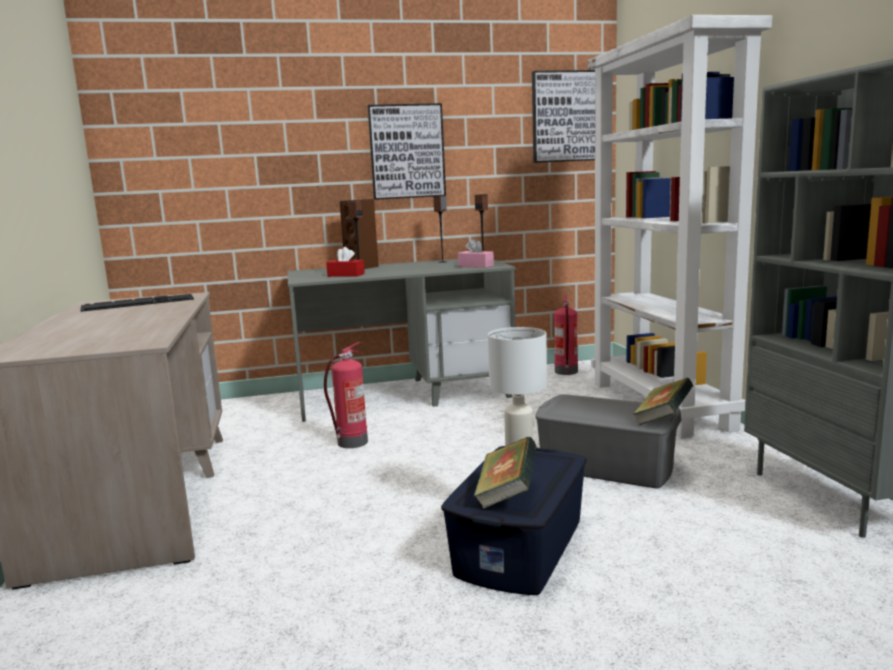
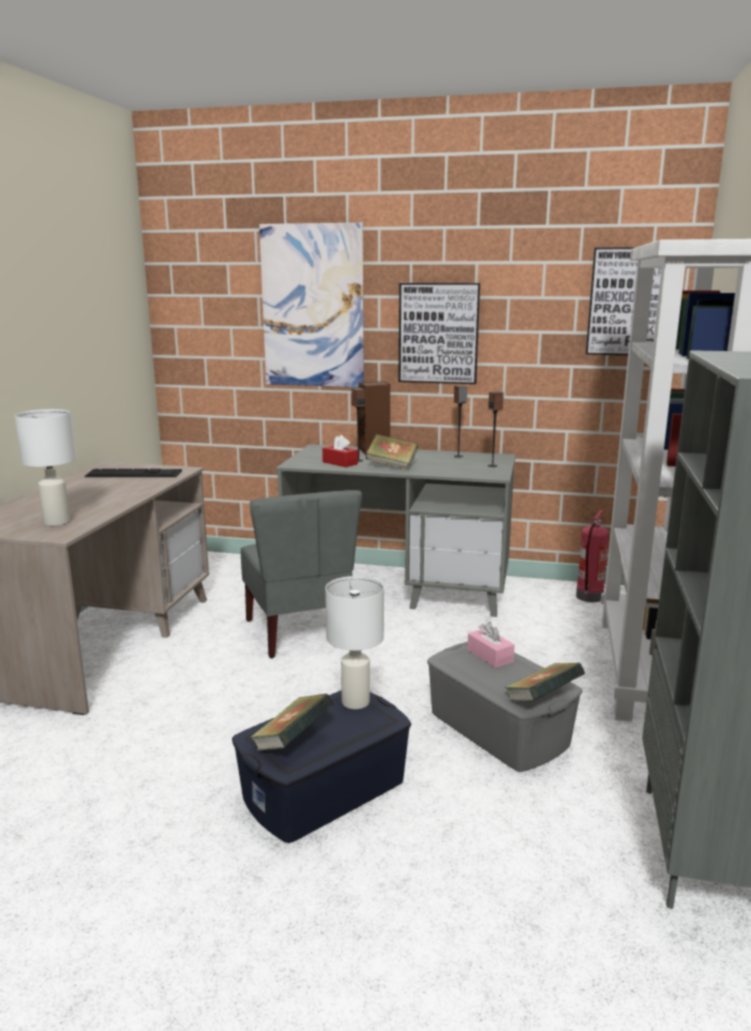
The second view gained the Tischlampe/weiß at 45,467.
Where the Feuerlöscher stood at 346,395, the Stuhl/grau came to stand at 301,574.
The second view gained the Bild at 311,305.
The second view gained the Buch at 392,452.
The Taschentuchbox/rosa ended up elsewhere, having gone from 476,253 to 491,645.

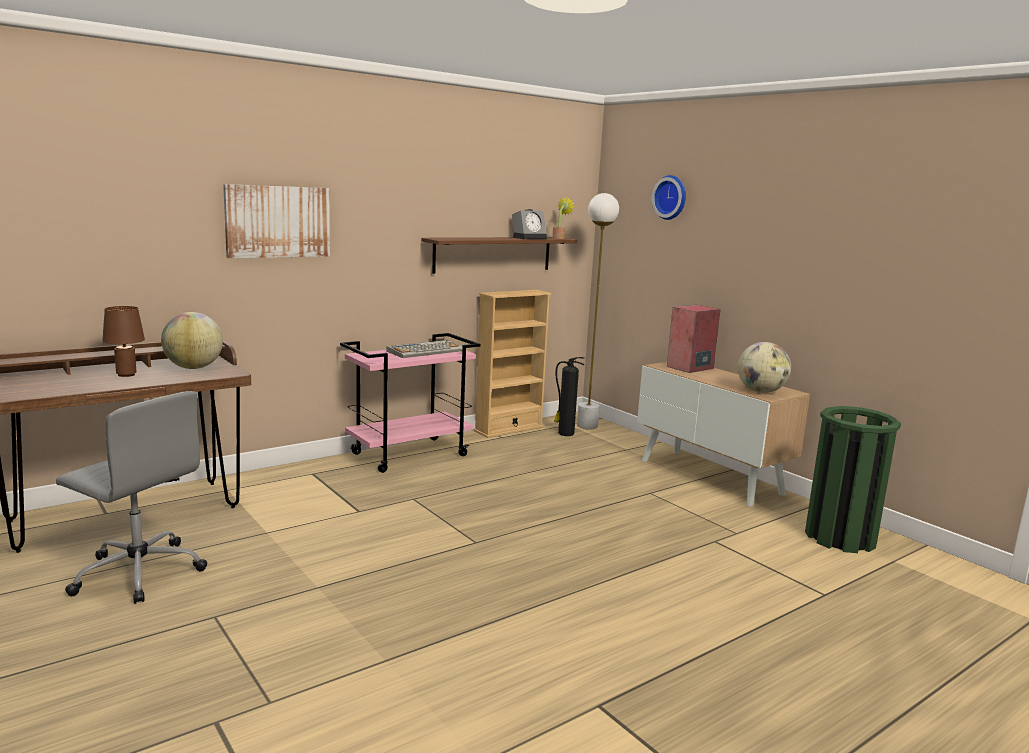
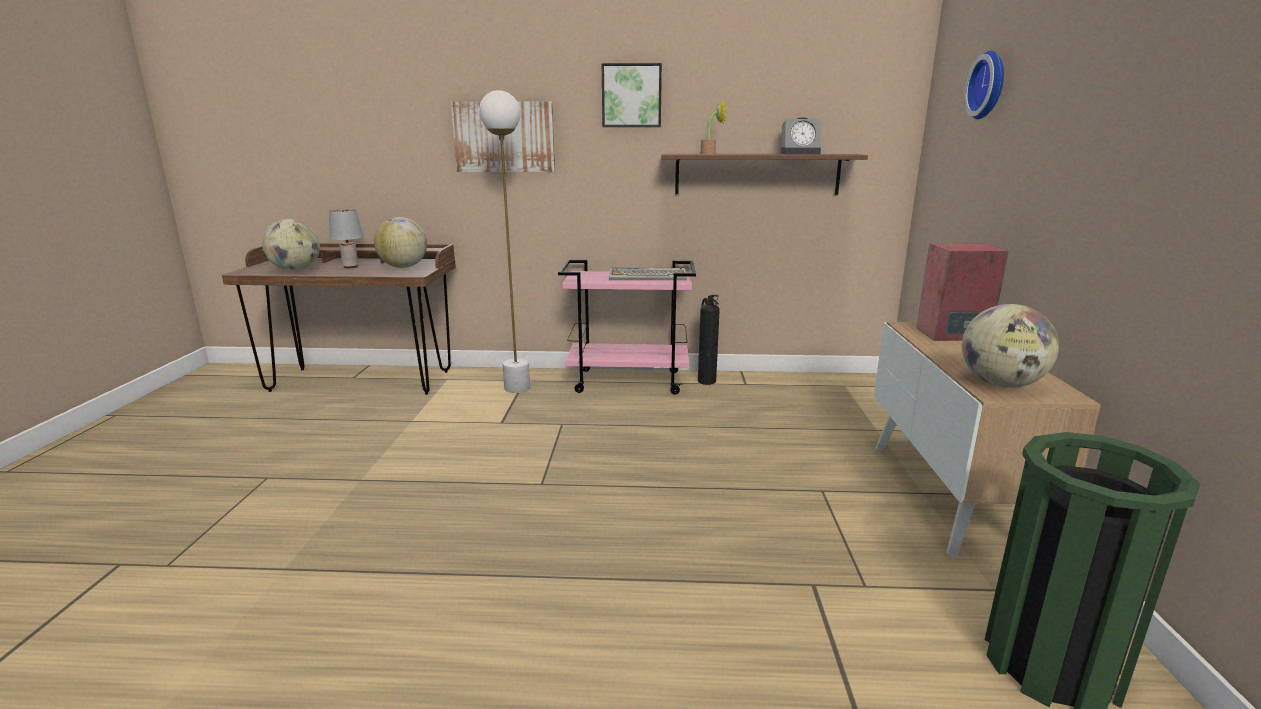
The second view gained the Globus at 291,245.
What was the Tischlampe/braun at 123,341 turned into the Tischlampe/grau at 346,238.
The Stehlampe/weiß ended up elsewhere, having gone from 598,311 to 504,241.
The second view gained the Bild at 632,95.
The Feuerlöscher ended up elsewhere, having gone from 569,396 to 709,340.
The Topfpflanze ended up elsewhere, having gone from 563,218 to 713,127.
The second view lost the Bürostuhl/grau at 131,497.
The second view lost the Bücherregal/beige at 513,364.

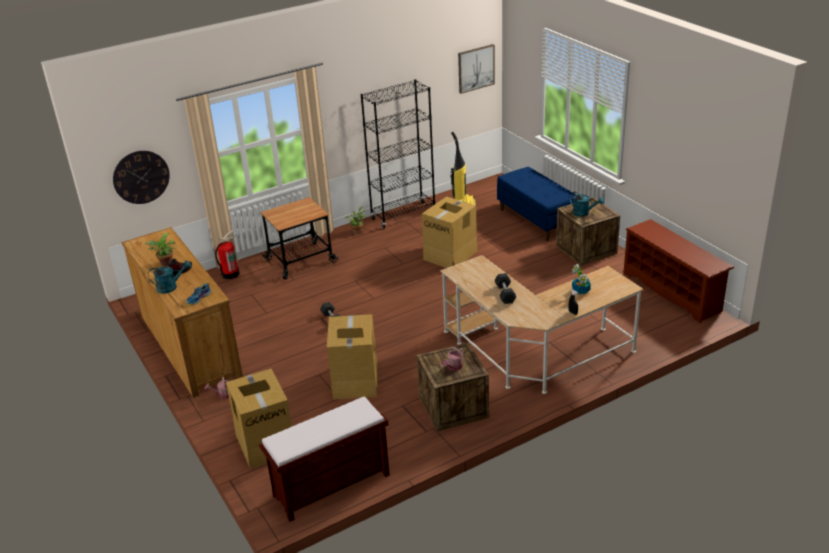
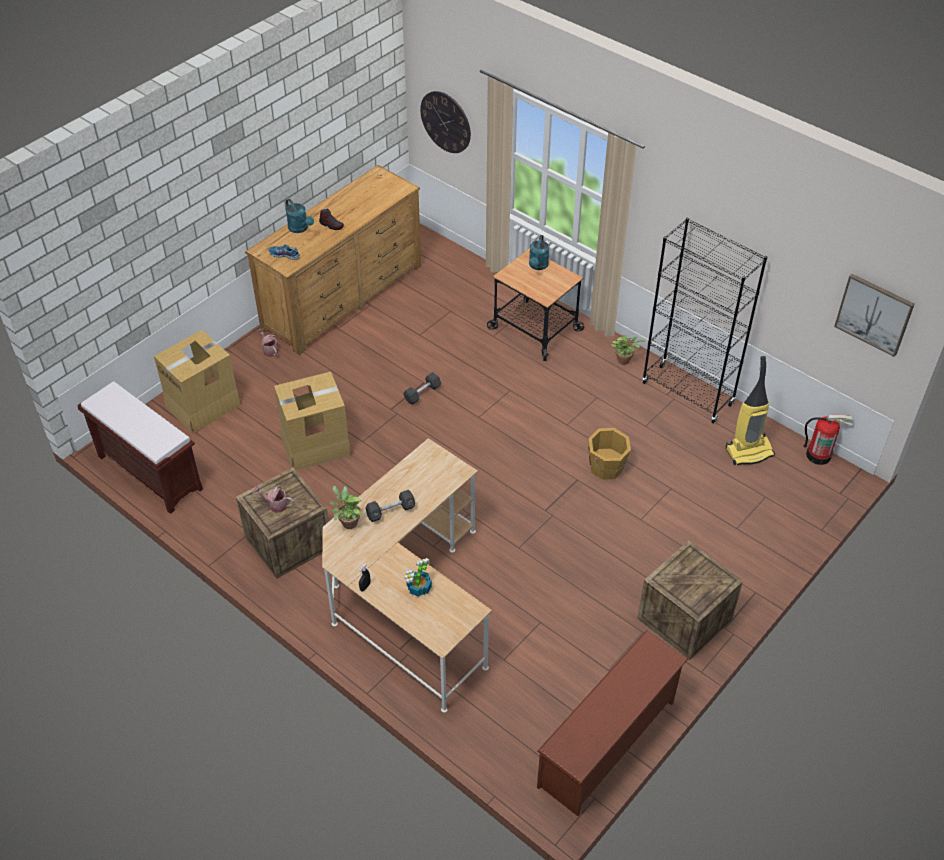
The Topfpflanze ended up elsewhere, having gone from 159,249 to 346,507.
The Gießkanne/türkis ended up elsewhere, having gone from 586,204 to 539,252.
Where the Karton stood at 450,232, the Eimer/orange came to stand at 609,454.
The Feuerlöscher ended up elsewhere, having gone from 227,254 to 828,439.
The second view lost the Bank/blau at 536,204.

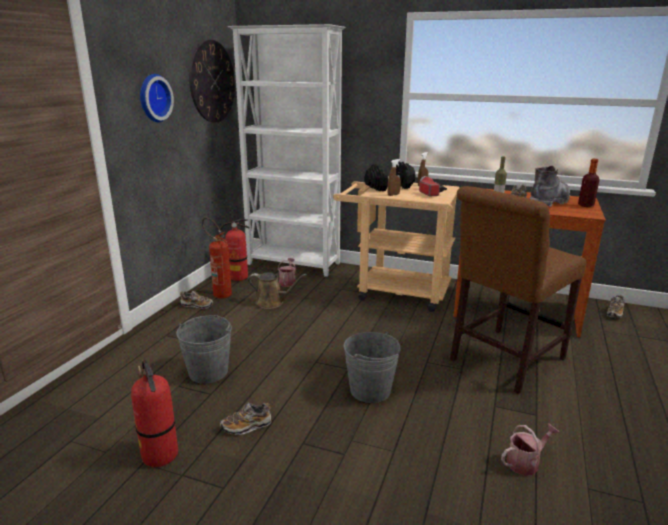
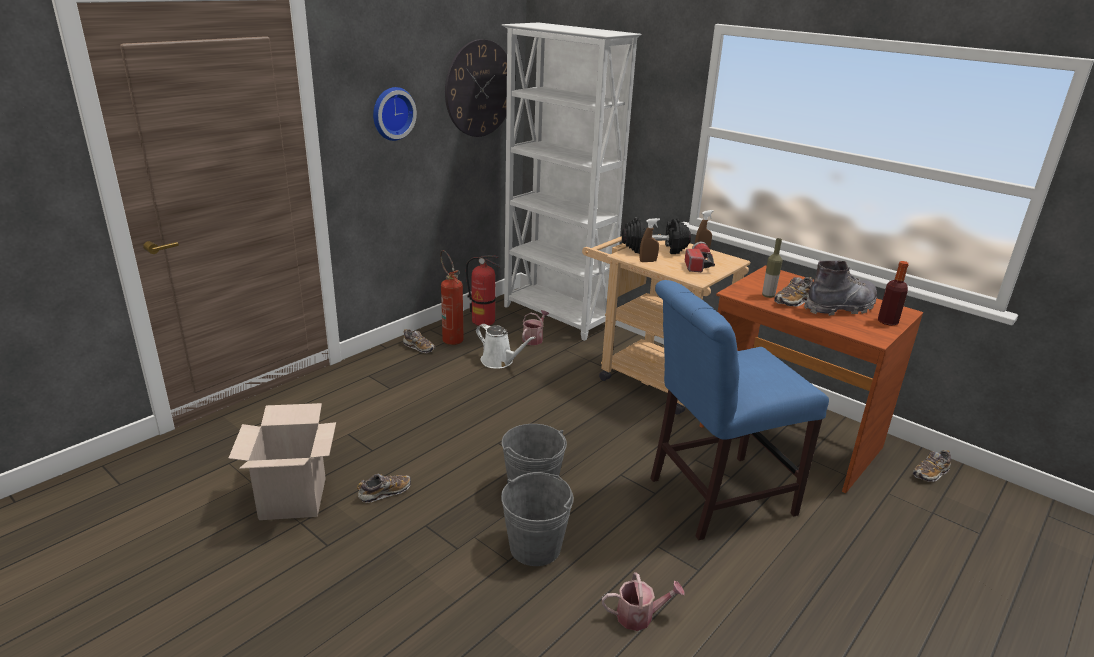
Where the Feuerlöscher stood at 154,413, the Karton came to stand at 282,461.
The Schuh at 245,419 ended up facing another way, 150 degrees clockwise from before.
What was the Gießkanne/braun at 277,290 turned into the Gießkanne/weiß at 506,346.
The Eimer/grau ended up elsewhere, having gone from 204,349 to 537,519.
What was the Stuhl/braun at 518,290 turned into the Stuhl/blau at 739,410.

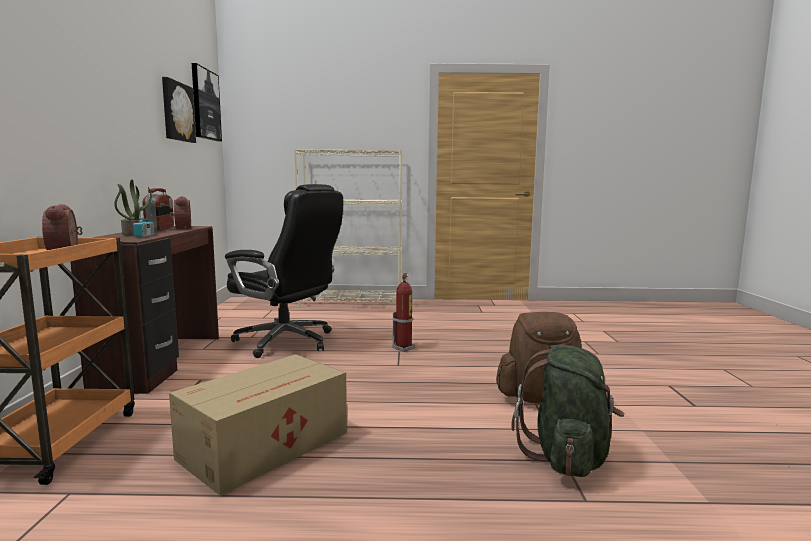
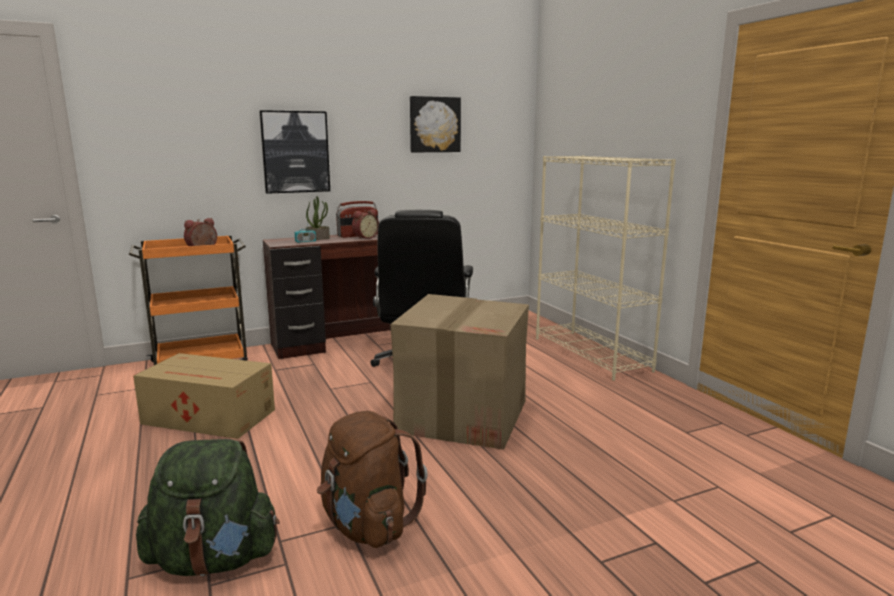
The Bild ended up elsewhere, having gone from 207,102 to 294,152.
Where the Feuerlöscher stood at 404,312, the Karton came to stand at 460,372.

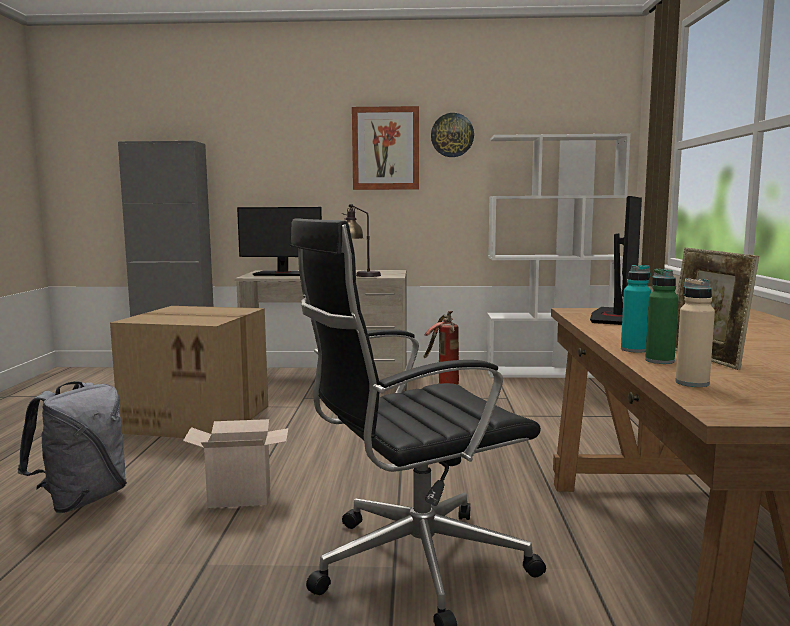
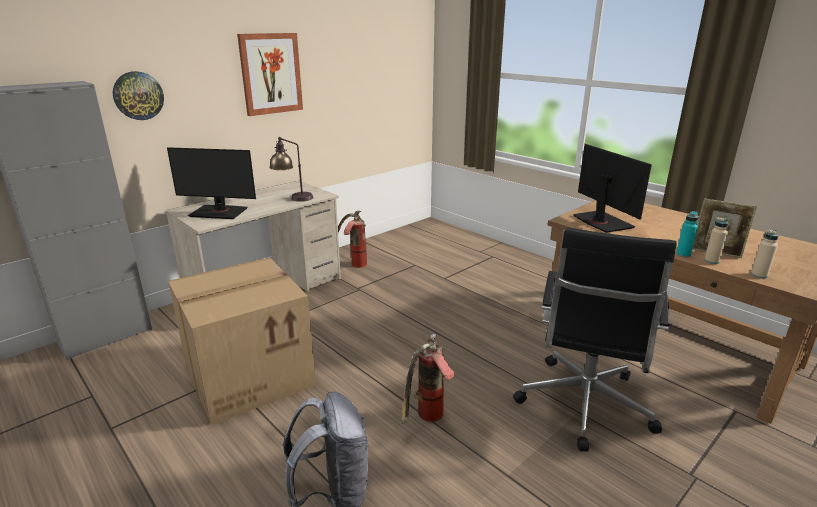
The Wanduhr ended up elsewhere, having gone from 452,135 to 138,95.
The Monitor at 279,241 ended up facing another way, 45 degrees clockwise from before.
Where the Karton stood at 236,463, the Feuerlöscher came to stand at 428,378.
What was the Flasche/grün at 662,316 turned into the Flasche/beige at 716,240.
The second view lost the Bücherregal/weiß at 559,256.

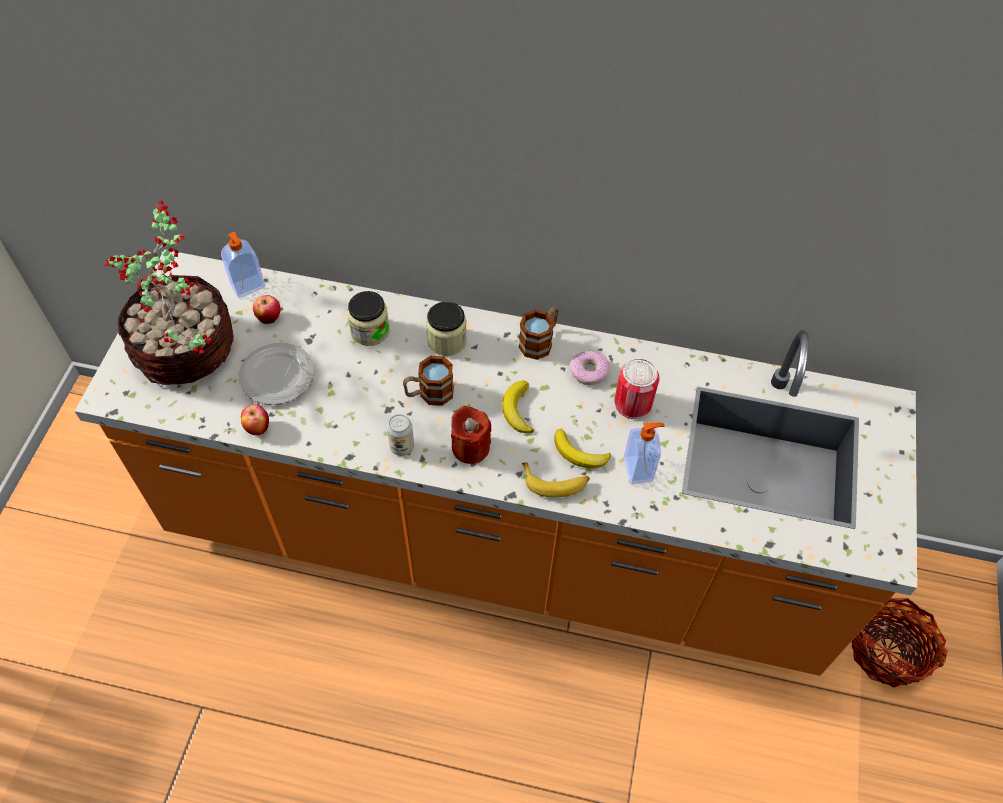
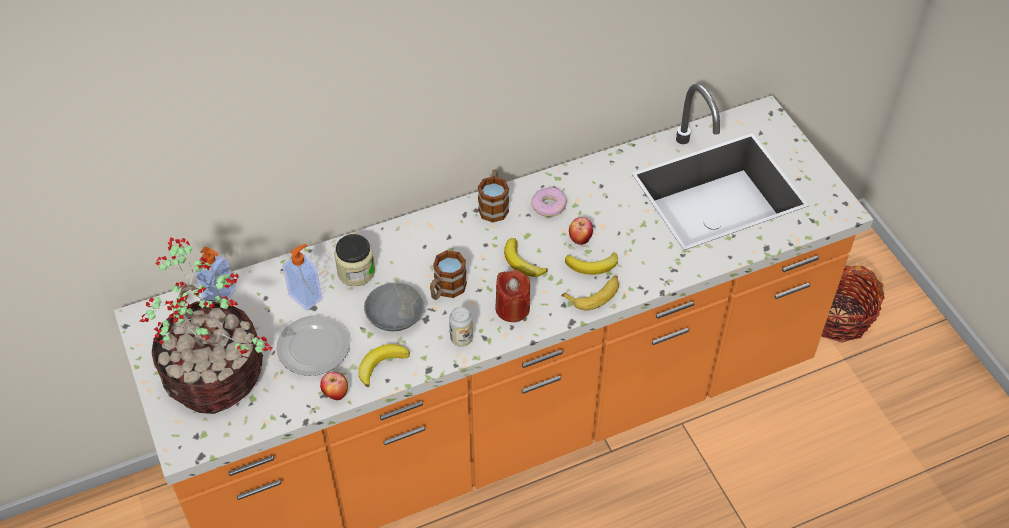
The Seifenspender ended up elsewhere, having gone from 644,453 to 303,277.
The second view gained the Banane at 384,365.
The second view gained the Schüssel/grau at 394,307.
The Apfel ended up elsewhere, having gone from 267,309 to 581,231.
The second view lost the Vorratsglas at 446,329.
The second view lost the Dose at 636,388.

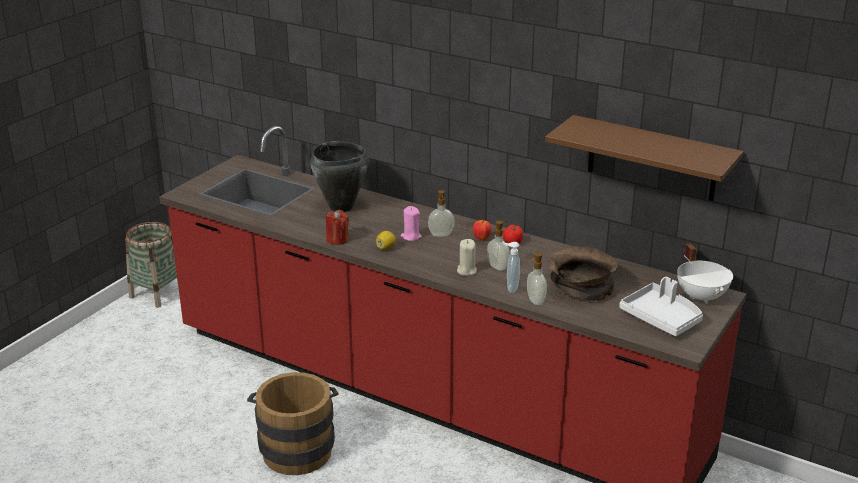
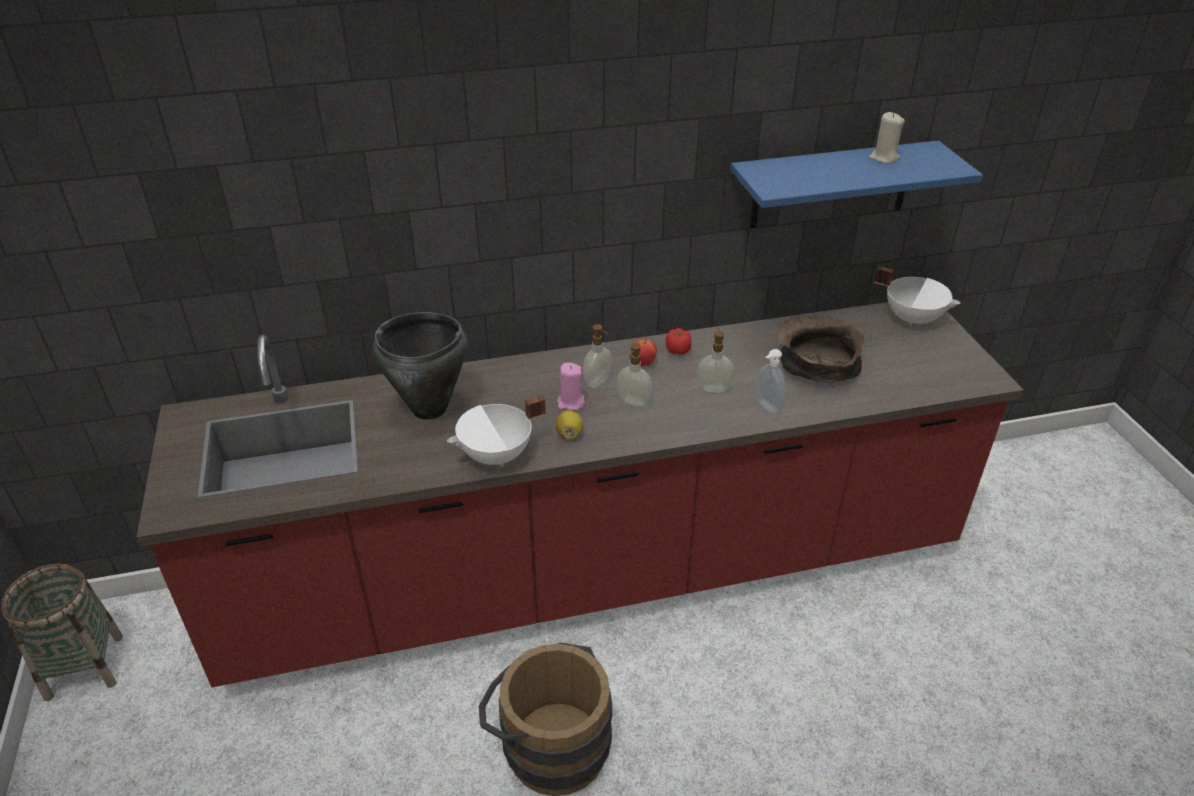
Where the Kerze/rot stood at 337,227, the Kochtopf/weiß came to stand at 496,431.
The Seifenspender ended up elsewhere, having gone from 537,278 to 635,375.
What was the Wandregal/braun at 644,158 turned into the Wandregal/blau at 856,184.
The Kerze/beige ended up elsewhere, having gone from 467,257 to 887,138.
The second view lost the Tablett/weiß at 661,306.

